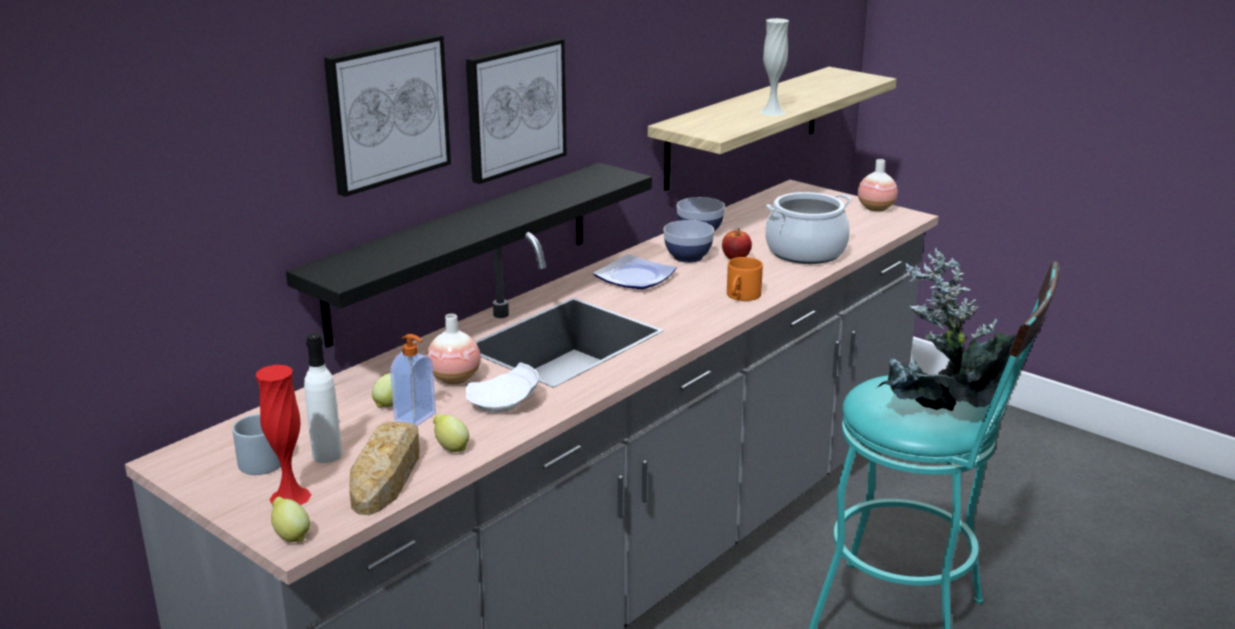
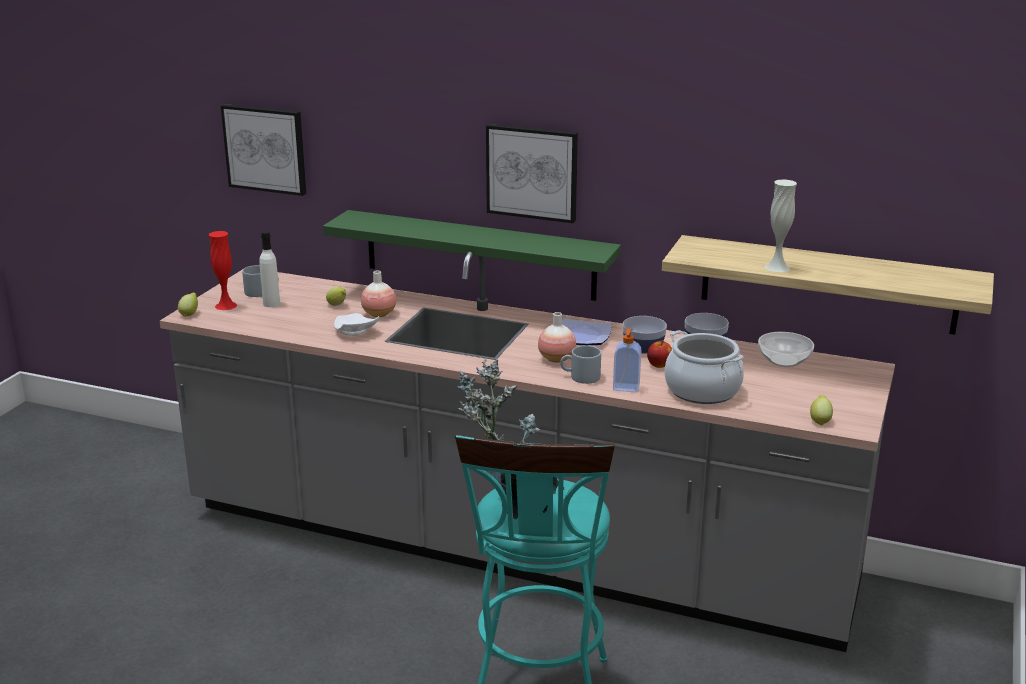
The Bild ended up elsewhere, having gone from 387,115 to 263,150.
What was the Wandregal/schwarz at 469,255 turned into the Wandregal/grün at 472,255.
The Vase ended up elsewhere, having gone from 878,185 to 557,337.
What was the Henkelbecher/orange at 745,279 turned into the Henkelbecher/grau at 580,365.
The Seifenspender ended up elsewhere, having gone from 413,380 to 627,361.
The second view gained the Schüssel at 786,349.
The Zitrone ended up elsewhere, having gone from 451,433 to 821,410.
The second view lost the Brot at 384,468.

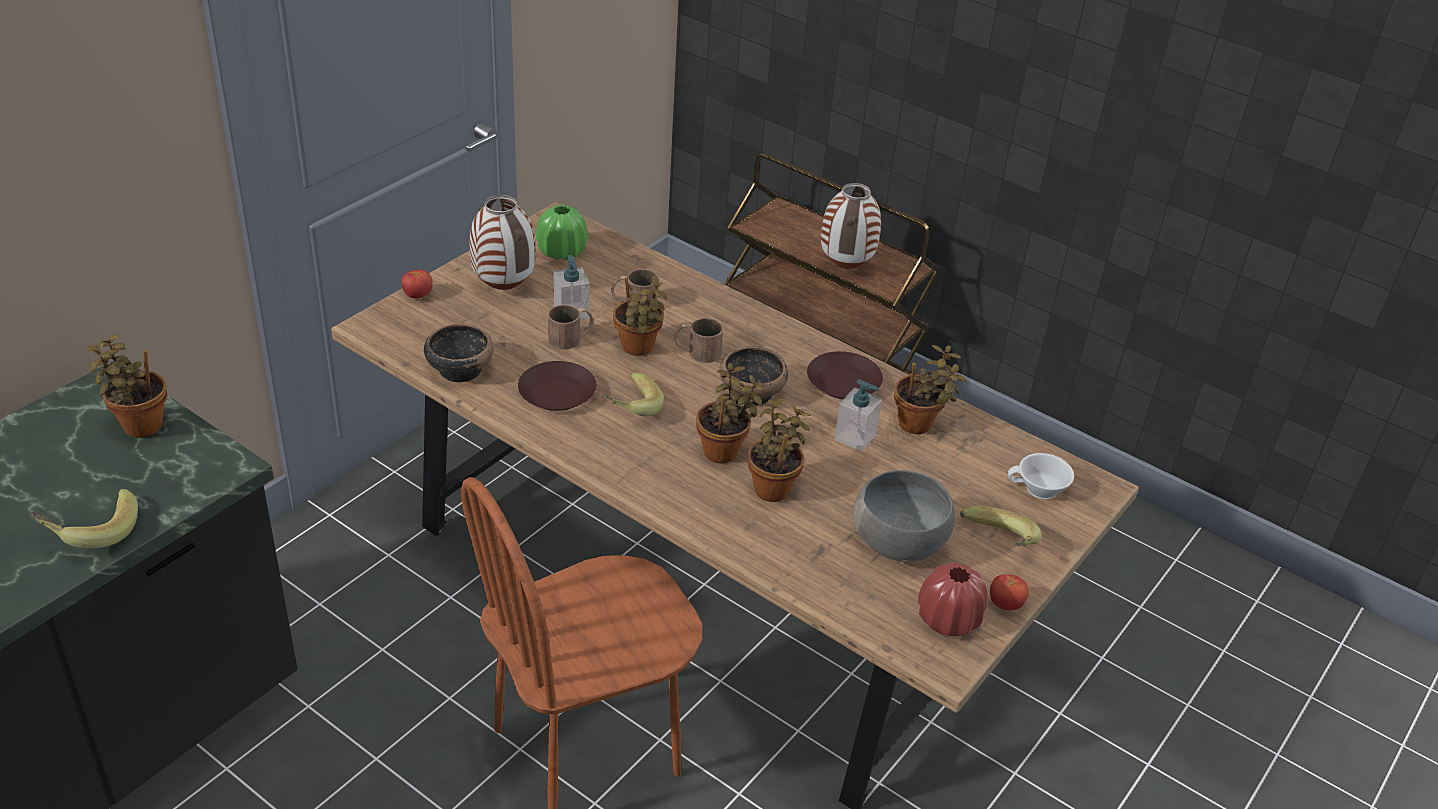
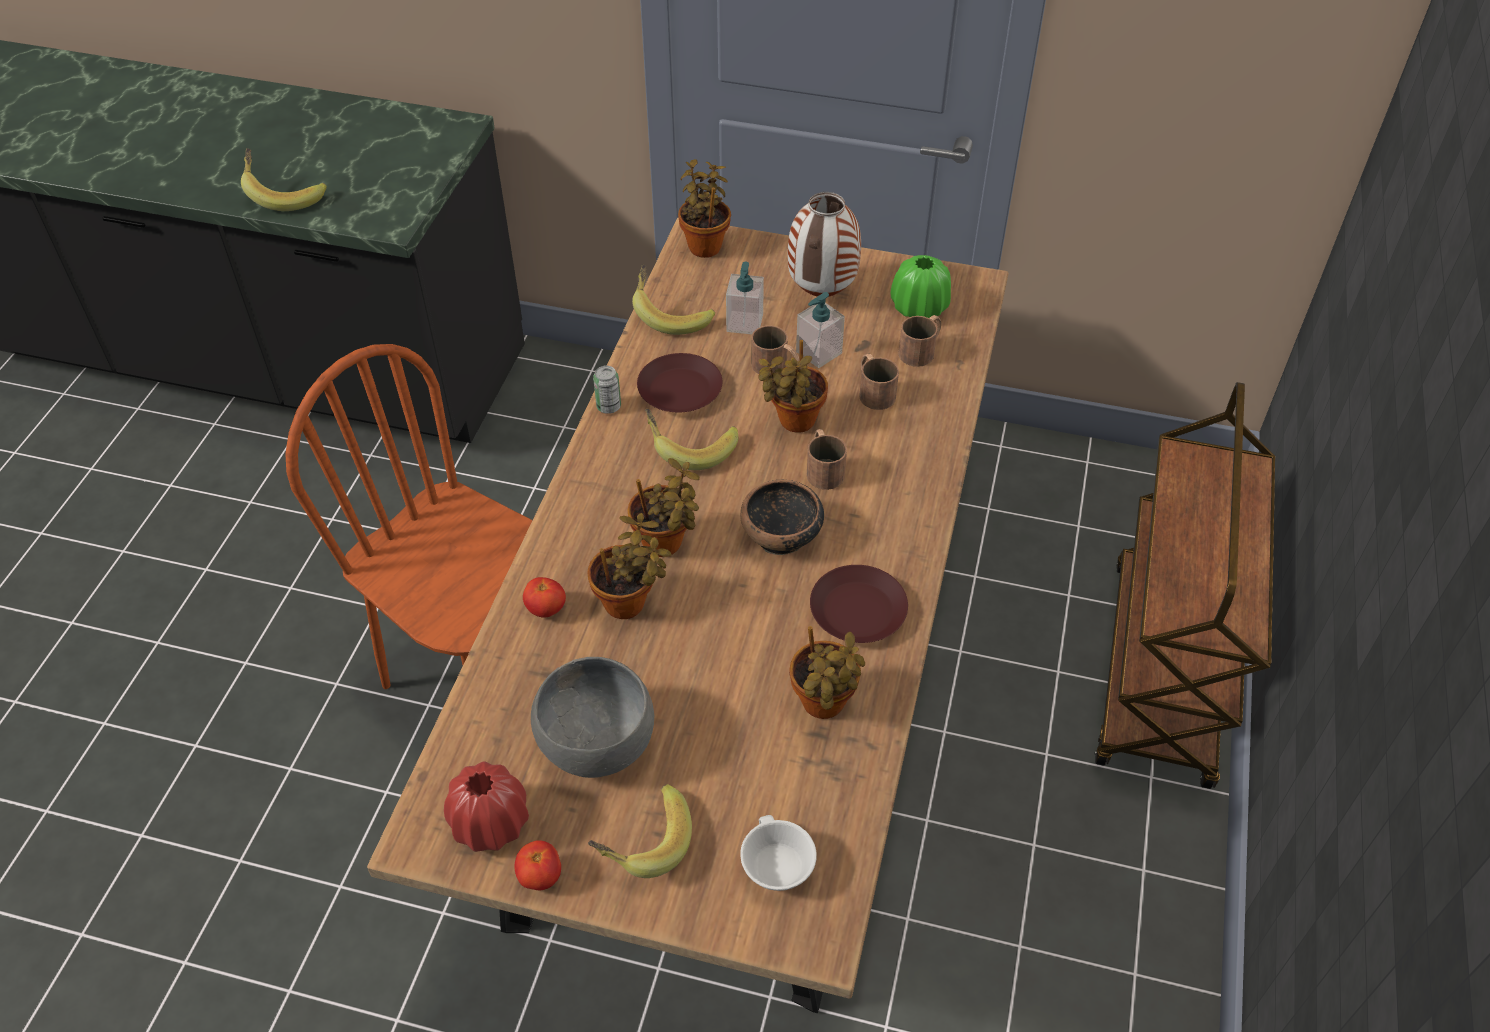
The Tomate ended up elsewhere, having gone from 417,284 to 544,597.
The second view gained the Dose at 607,389.
Where the Schüssel stood at 459,353, the Banane came to stand at 673,300.
The Topfpflanze ended up elsewhere, having gone from 126,386 to 704,208.
The Seifenspender ended up elsewhere, having gone from 858,415 to 745,298.
The second view gained the Henkelbecher/braun at 919,341.
The second view lost the Vase at 851,226.

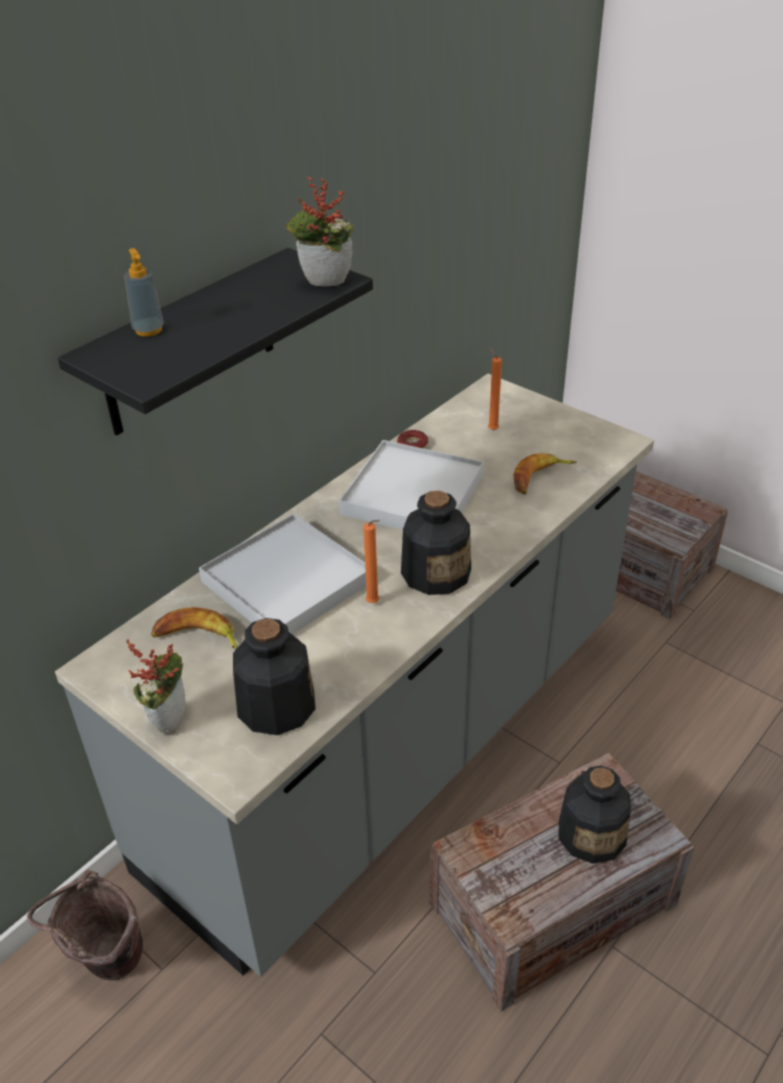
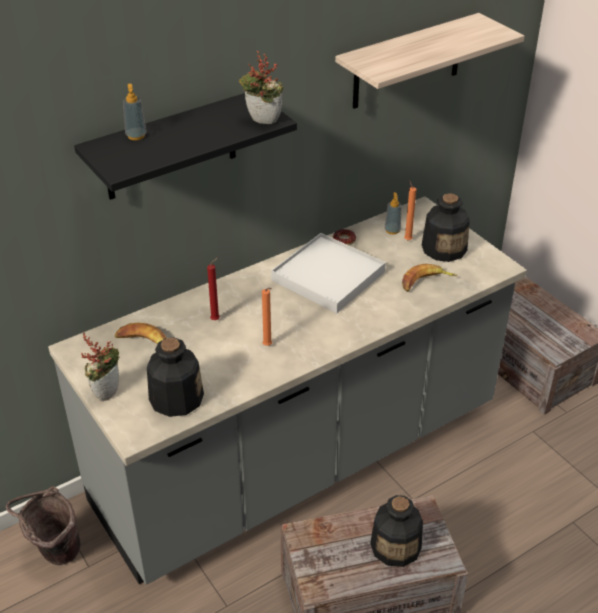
Where the Tablett/weiß stood at 282,573, the Kerze/rot came to stand at 213,288.
The second view gained the Wandregal at 430,61.
The second view gained the Seifenspender at 393,213.
The Flasche ended up elsewhere, having gone from 436,543 to 446,227.

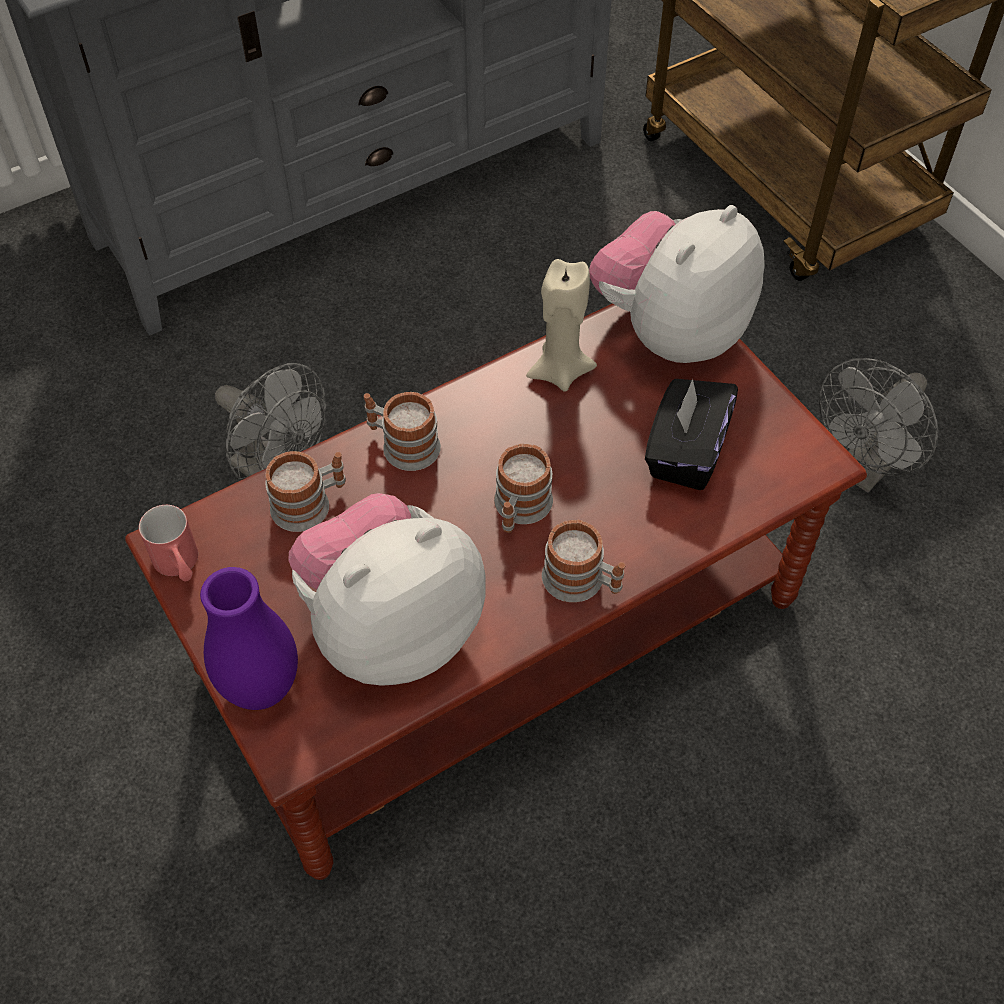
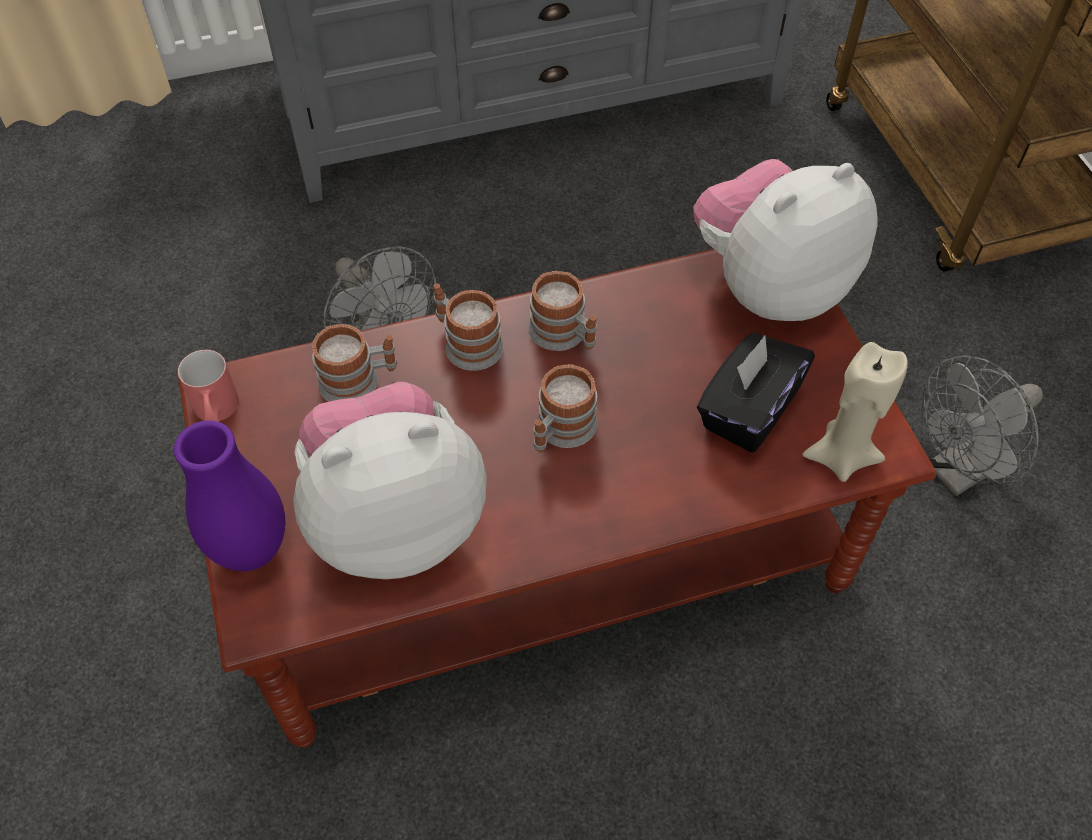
The Henkelbecher ended up elsewhere, having gone from 583,561 to 562,311.
The Kerze/beige ended up elsewhere, having gone from 561,325 to 855,412.

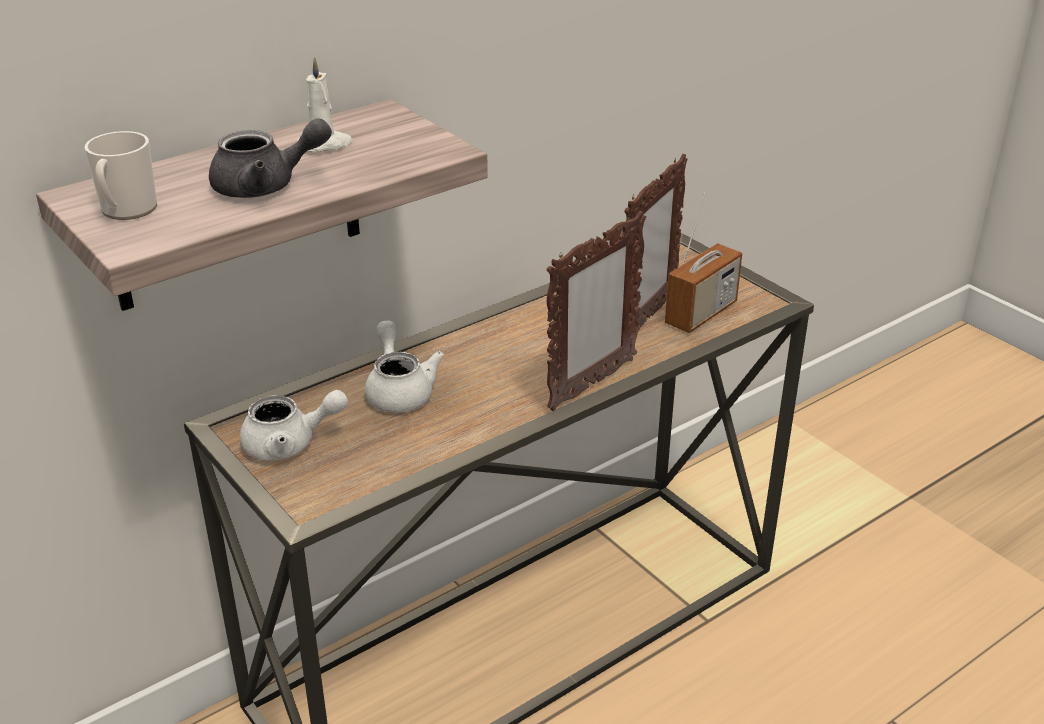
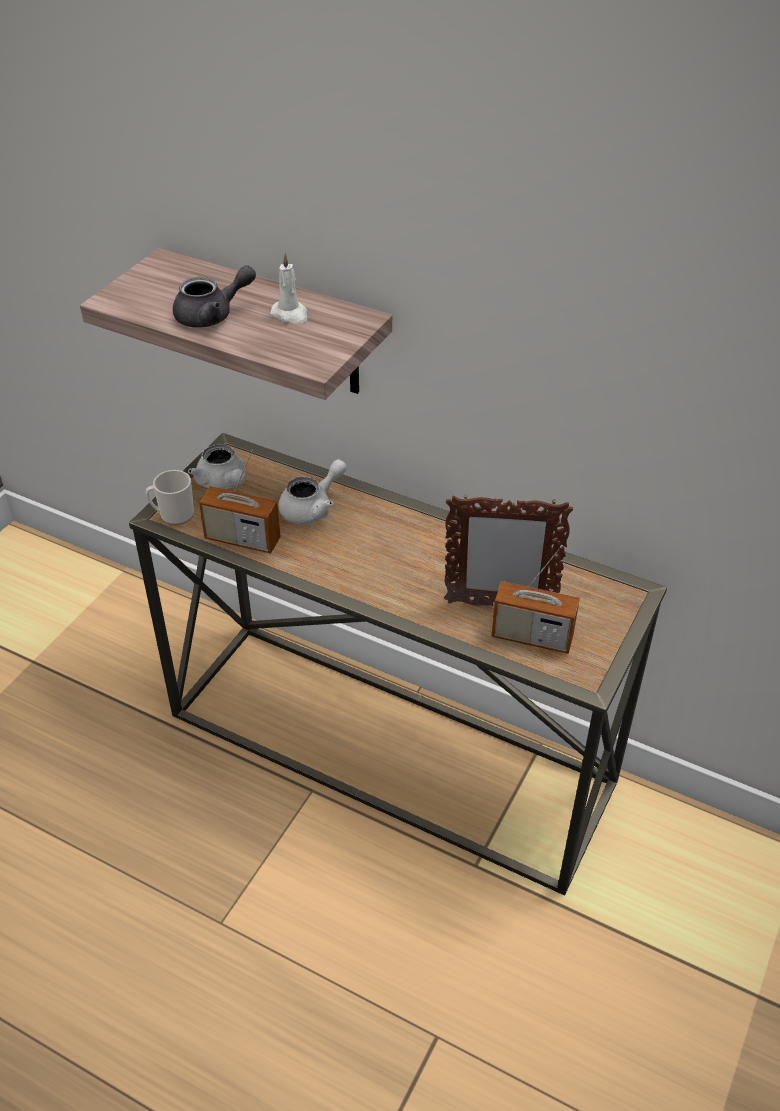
The Henkelbecher ended up elsewhere, having gone from 121,175 to 169,497.
The Teekanne/grau at 270,158 ended up facing another way, 75 degrees counterclockwise from before.
The second view gained the Radio at 239,501.
The second view lost the Bilderrahmen at 596,311.

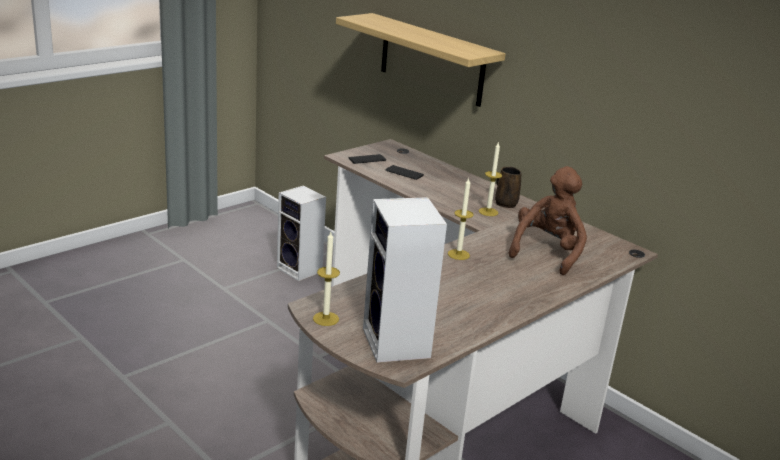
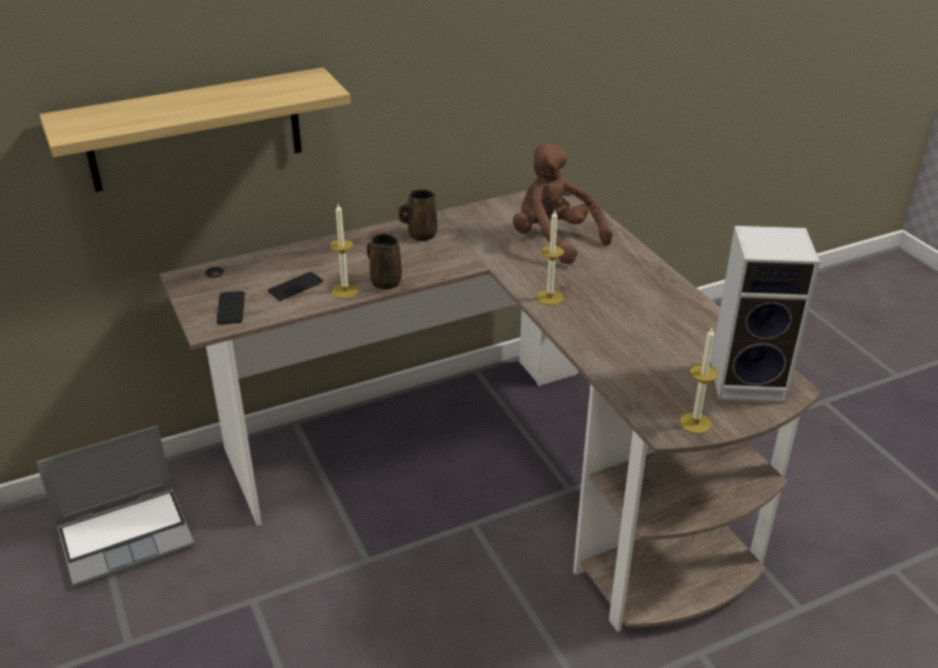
Where the Lautsprecher stood at 301,233, the Laptop came to stand at 115,506.
The Kerze ended up elsewhere, having gone from 490,178 to 344,251.
The second view gained the Henkelbecher/braun at 384,261.

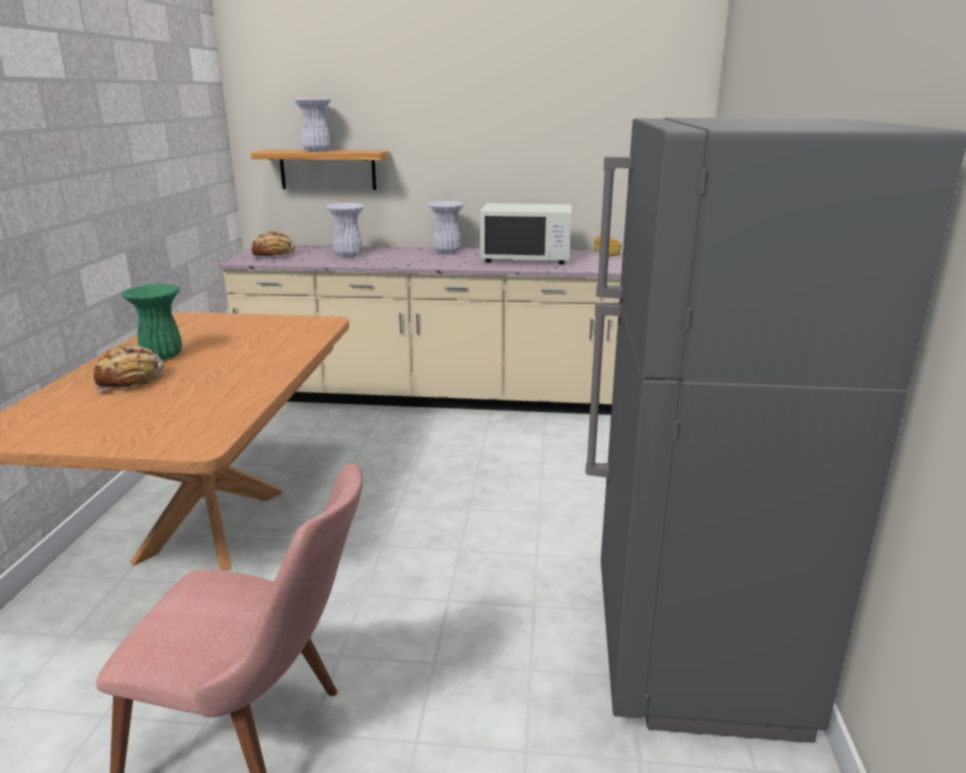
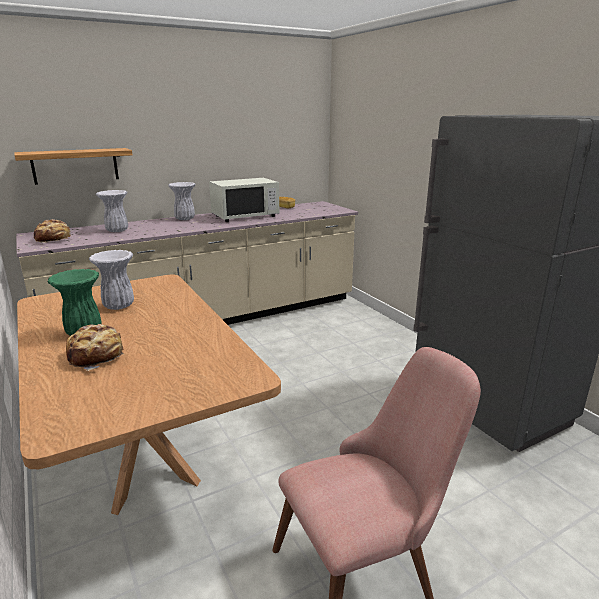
The Vase/weiß ended up elsewhere, having gone from 312,125 to 111,280.

